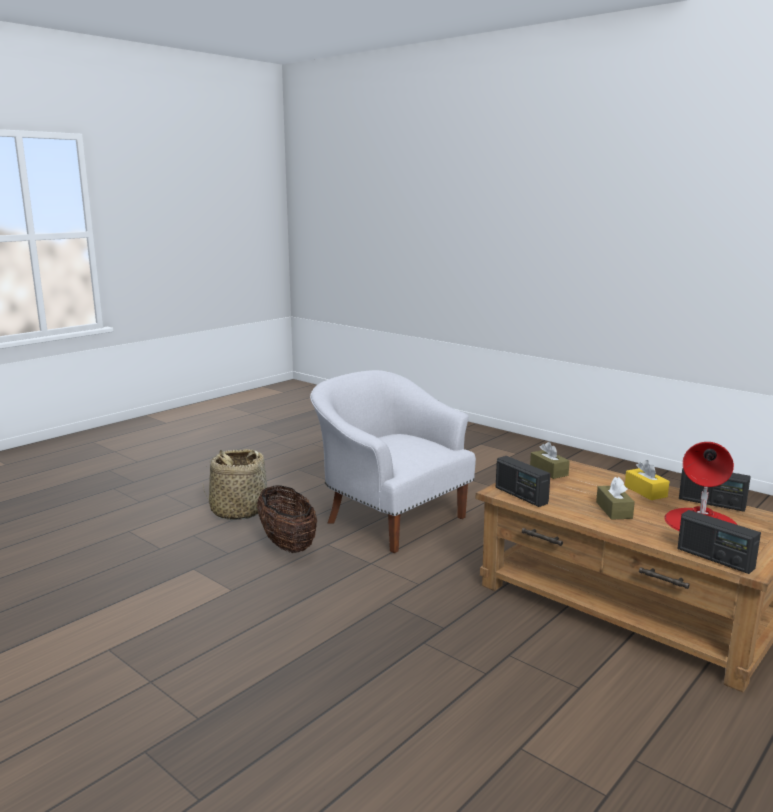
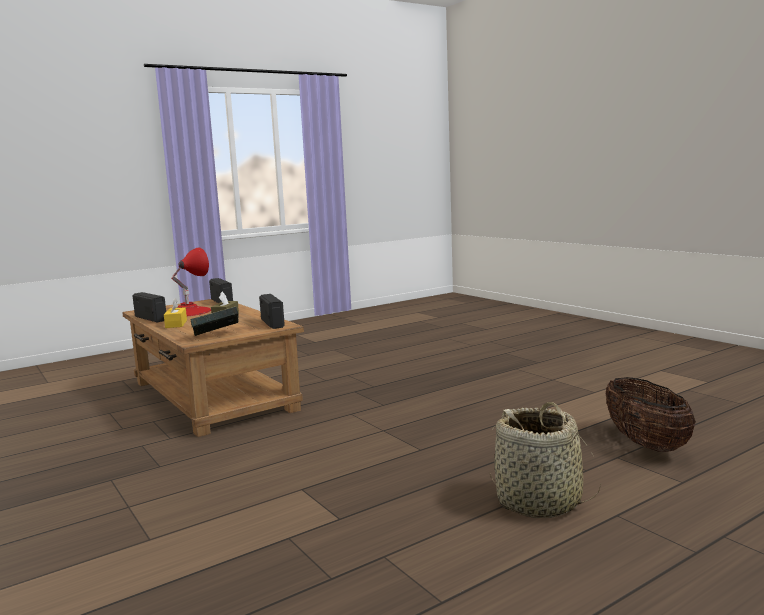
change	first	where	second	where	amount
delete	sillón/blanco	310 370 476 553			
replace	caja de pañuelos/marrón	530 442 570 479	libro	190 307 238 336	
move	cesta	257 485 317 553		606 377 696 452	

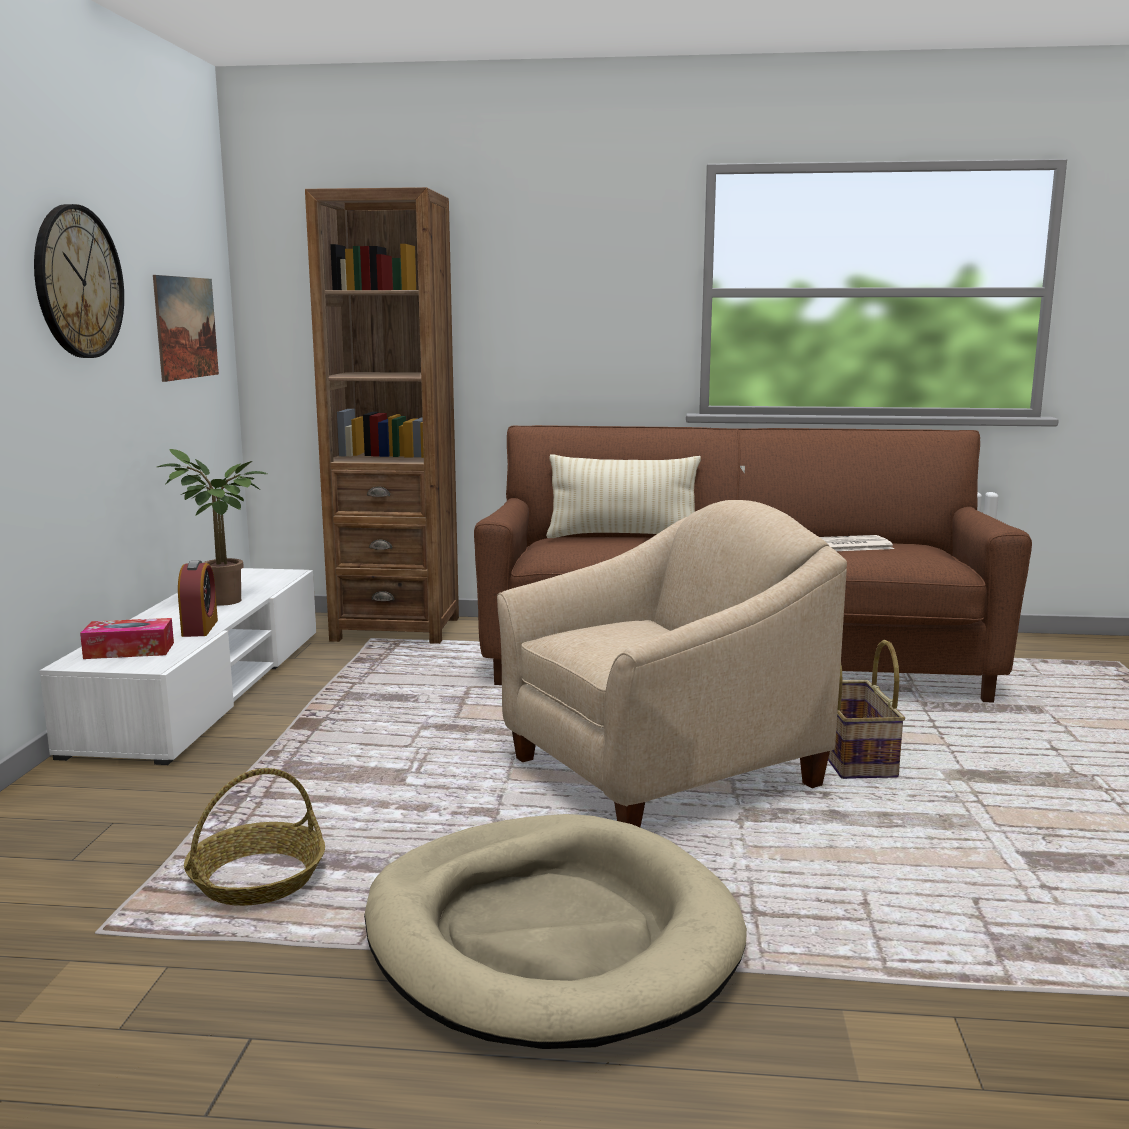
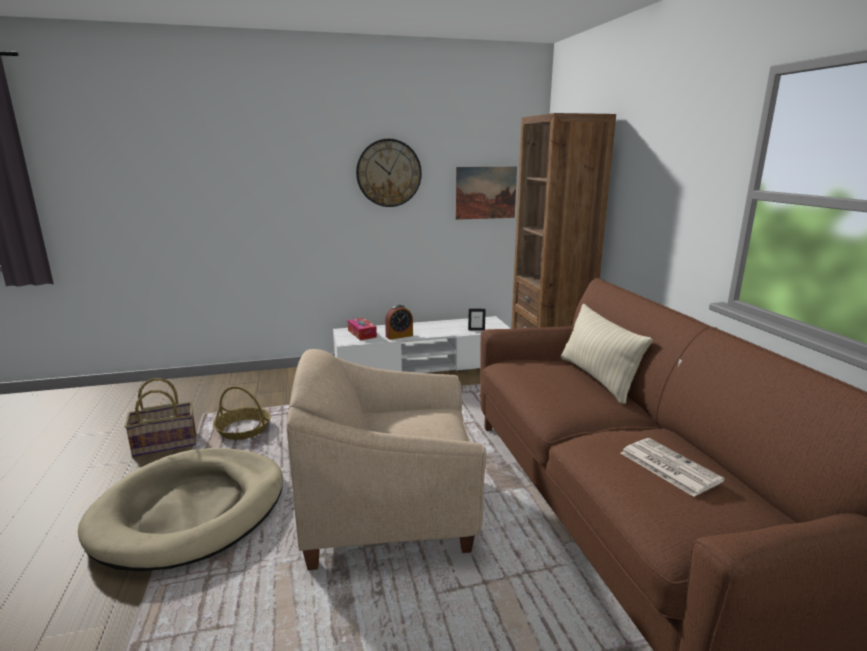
change	first	where	second	where	amount
delete	planta en maceta	157 449 267 605			
rotate	sillón/beis	497 500 847 827		287 349 487 570	135 degrees clockwise
move	cesta	828 640 905 779		125 378 196 457	
insert			portarretratos	468 308 486 330	

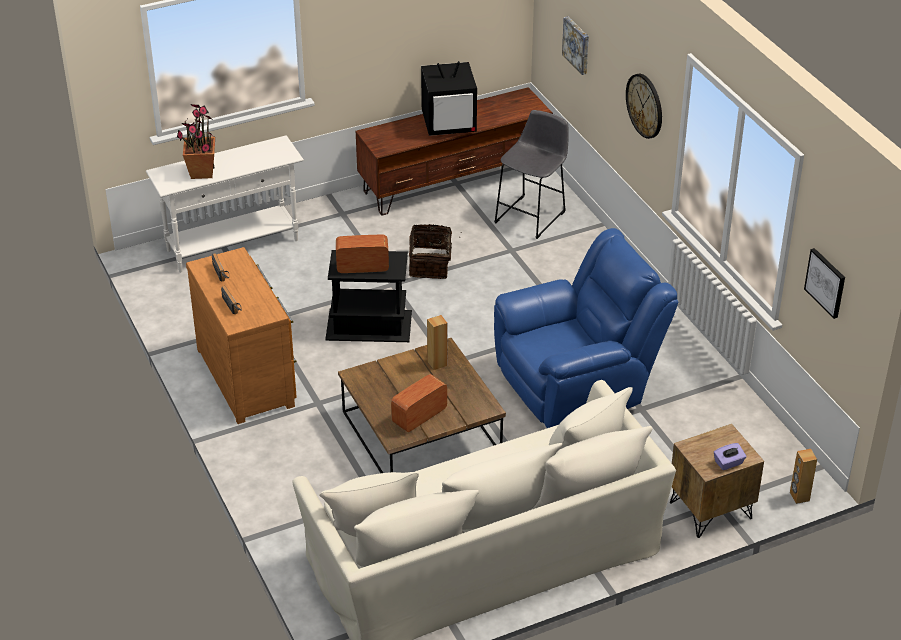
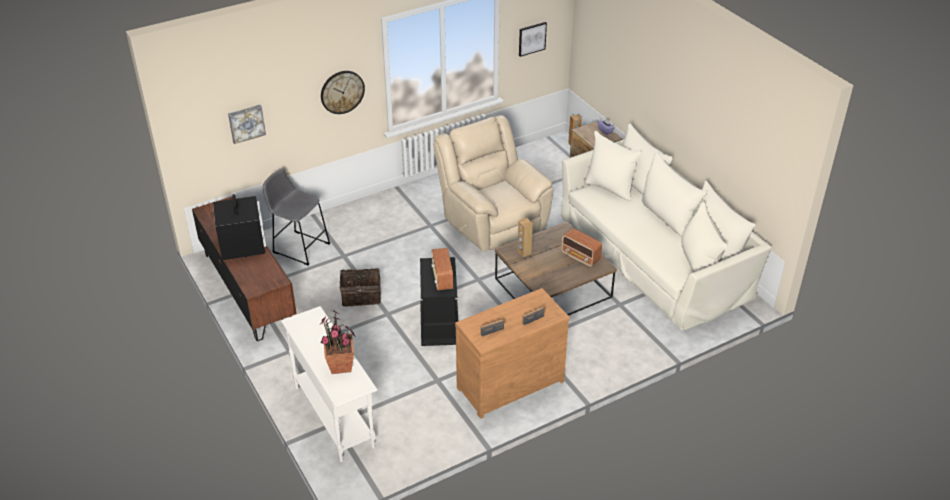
change	first	where	second	where	amount
recolor	sillón/azul	494 228 678 428	sillón/beis	433 115 553 251	

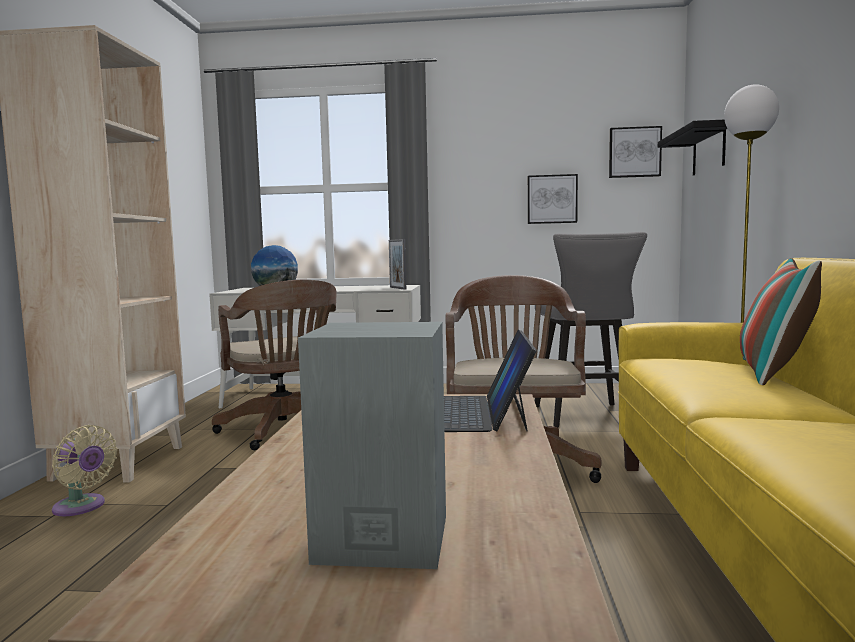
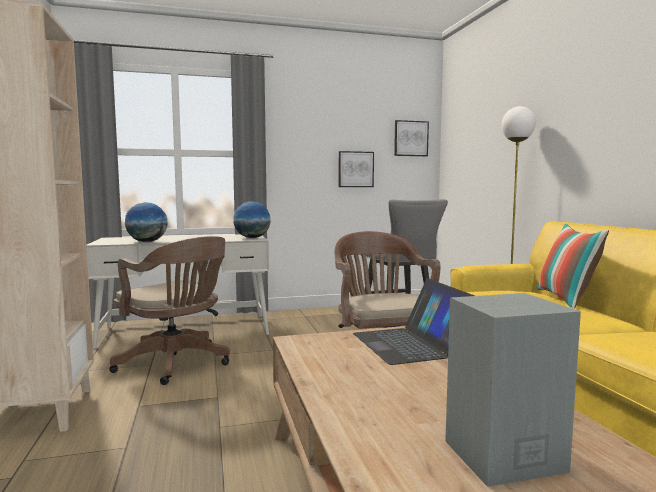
change	first	where	second	where	amount
delete	estante/negro	658 120 728 176			
replace	portarretratos	389 239 406 290	globo terráqueo	233 201 270 238	
delete	ventilador/beis	52 425 118 516			

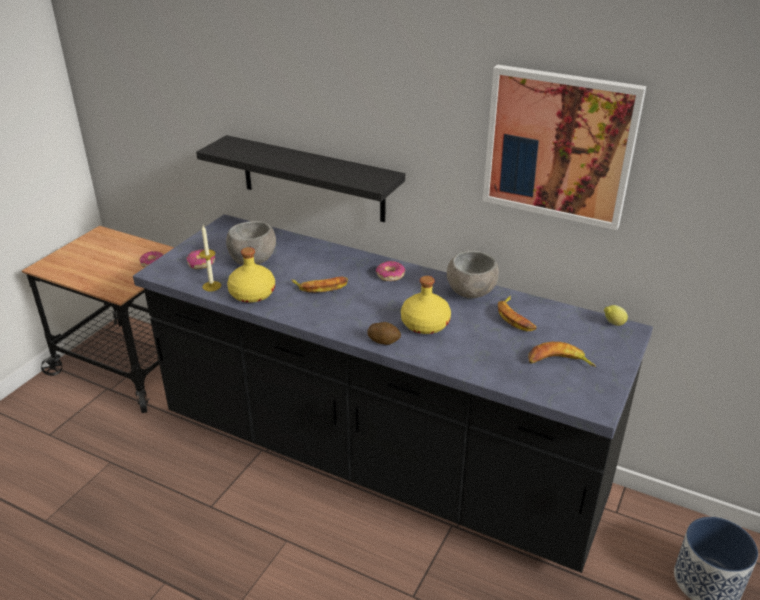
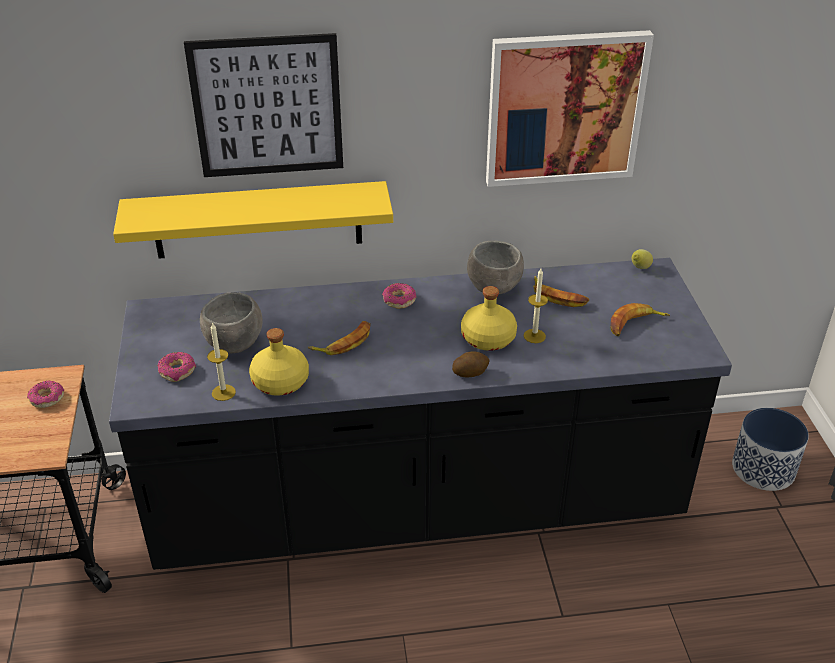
change	first	where	second	where	amount
recolor	estante/negro	196 135 405 222	estante/amarillo	113 181 393 259	
insert			cuadro	184 33 343 177	
insert			vela	524 269 548 343	

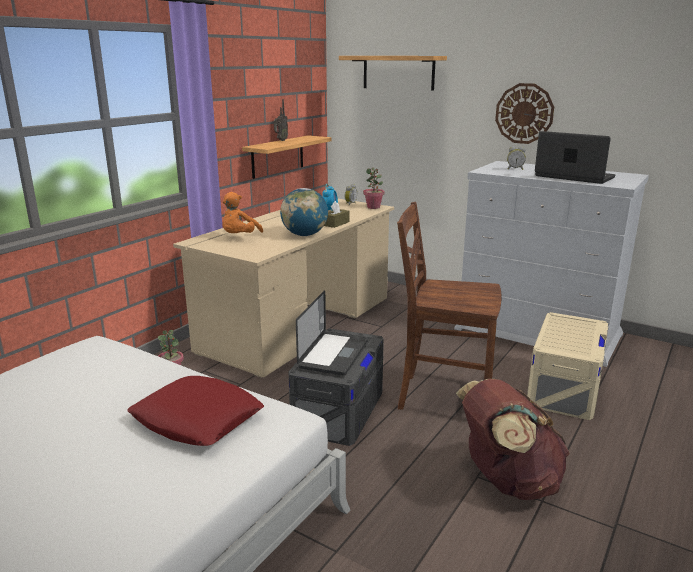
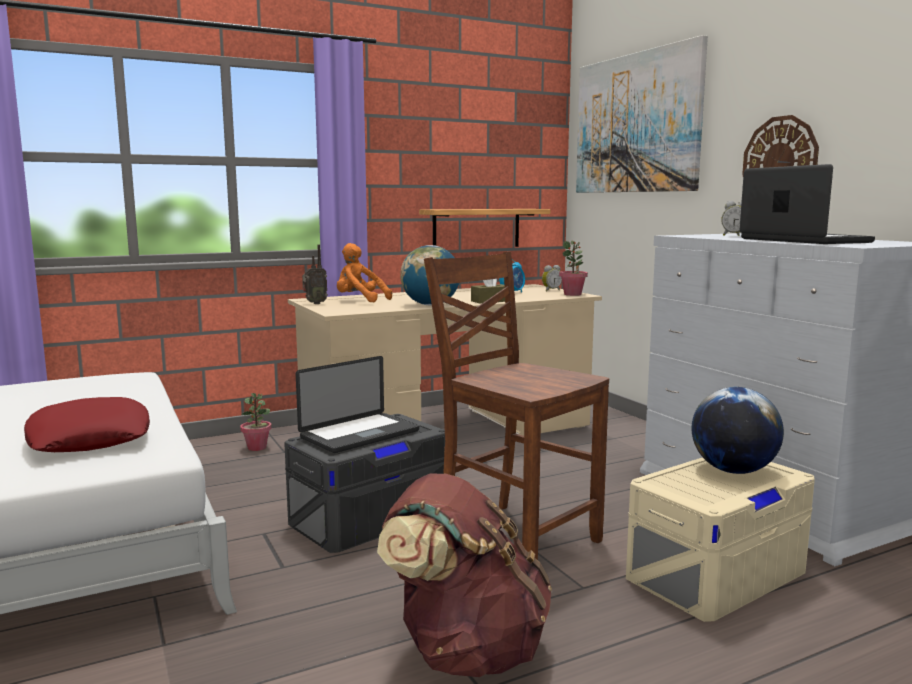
change	first	where	second	where	amount
replace	estante	339 56 447 90	cuadro	576 35 708 193	
move	radio	274 99 288 141		302 245 328 304	
rotate	peluche/naranja	223 192 263 233		337 243 392 302	60 degrees clockwise
insert			globo terráqueo	692 387 784 474	

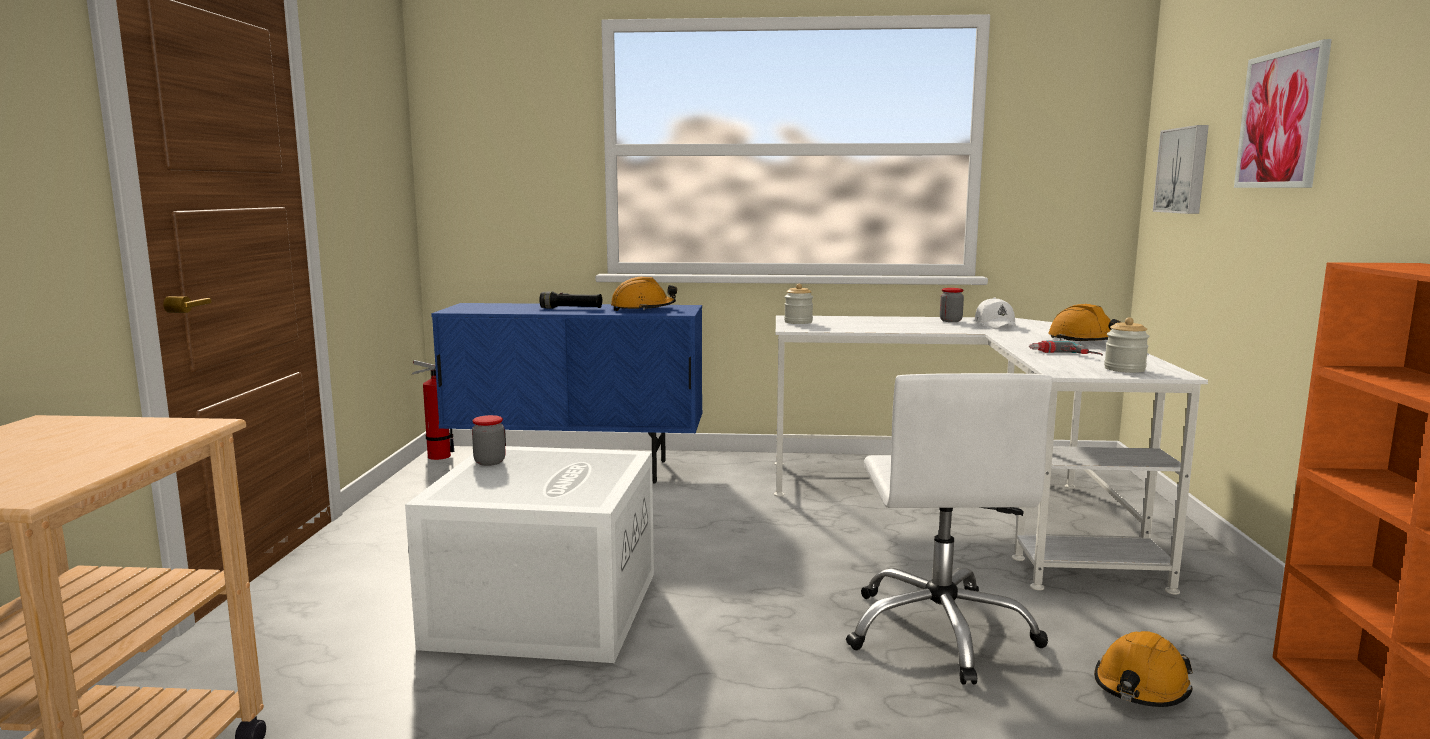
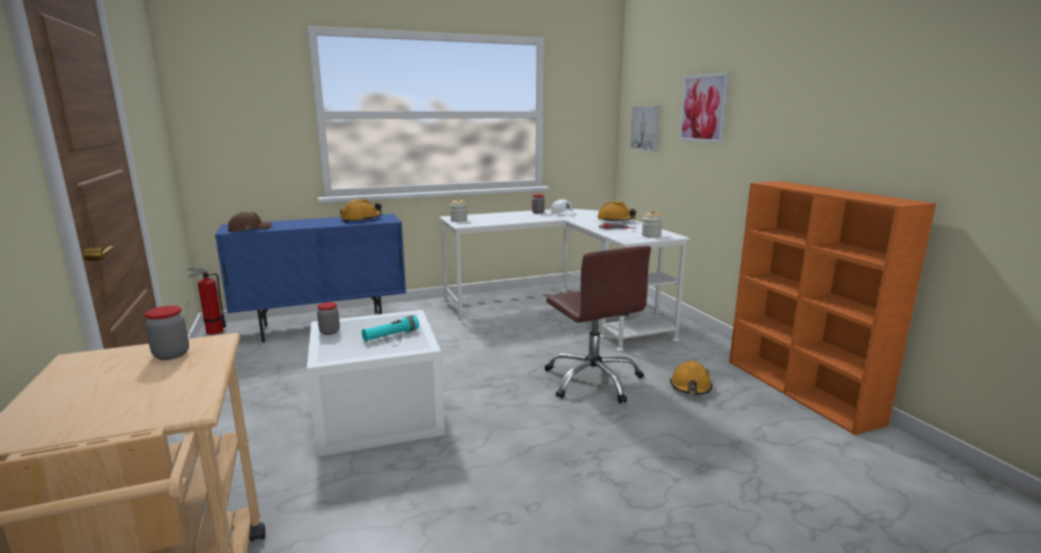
change	first	where	second	where	amount
delete	linterna/negro	539 291 602 309			
recolor	silla de oficina/blanco	846 373 1053 685	silla de oficina/marrón	544 246 651 404	
insert			gorra/marrón	228 212 272 232	
insert			tarro	144 306 189 360	
insert			linterna/turquesa	362 316 419 342	

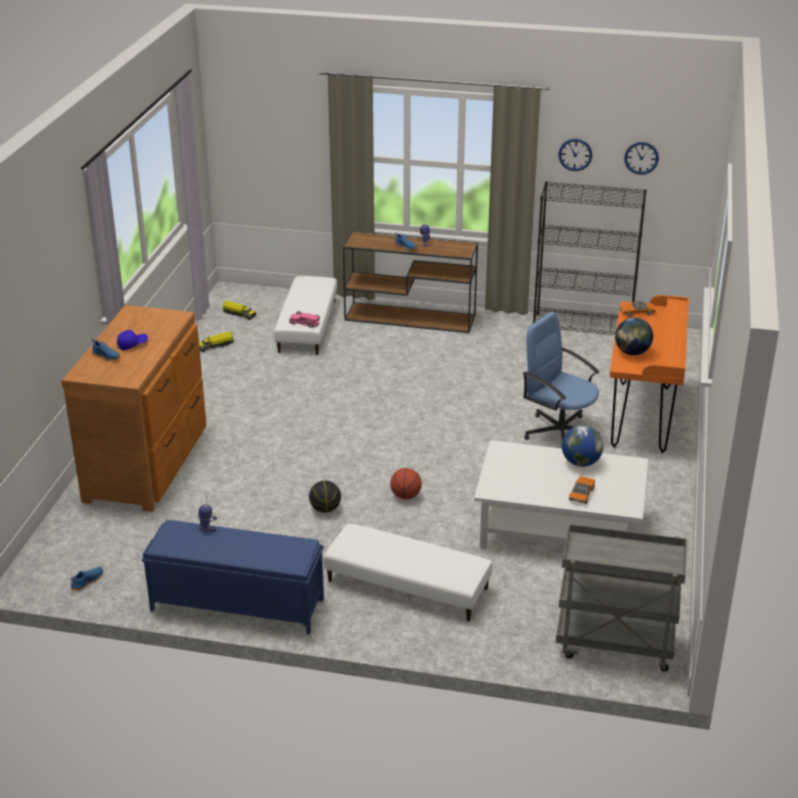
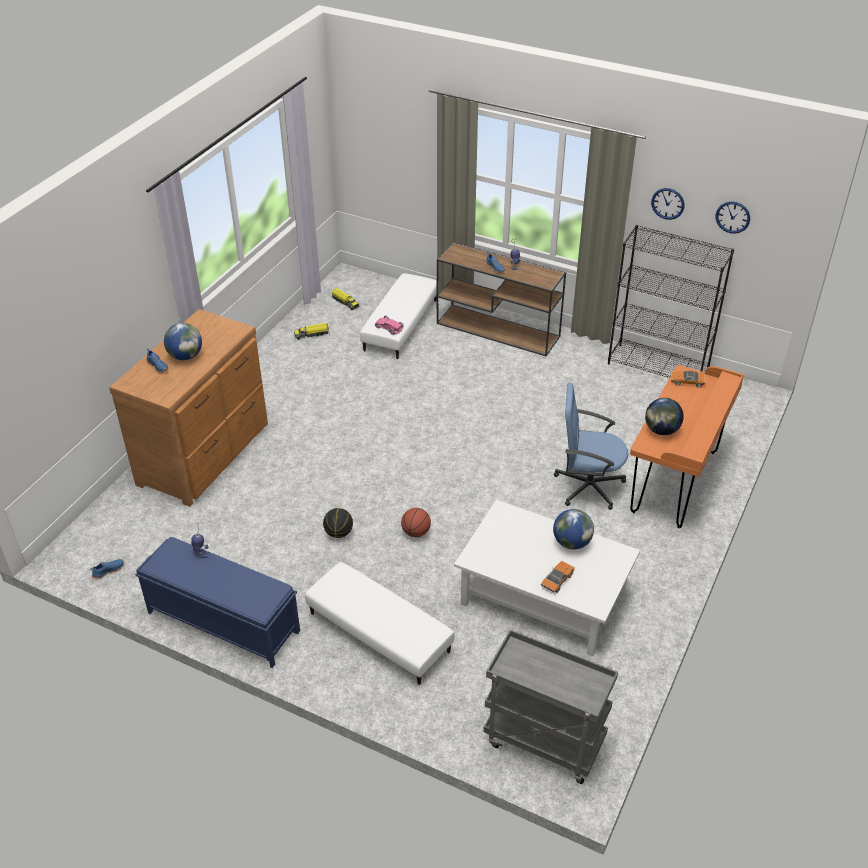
change	first	where	second	where	amount
rotate	silla de oficina/azul	523 312 600 440		554 383 628 510	45 degrees counterclockwise
replace	gorra/azul	117 330 148 350	globo terráqueo	164 323 202 360	

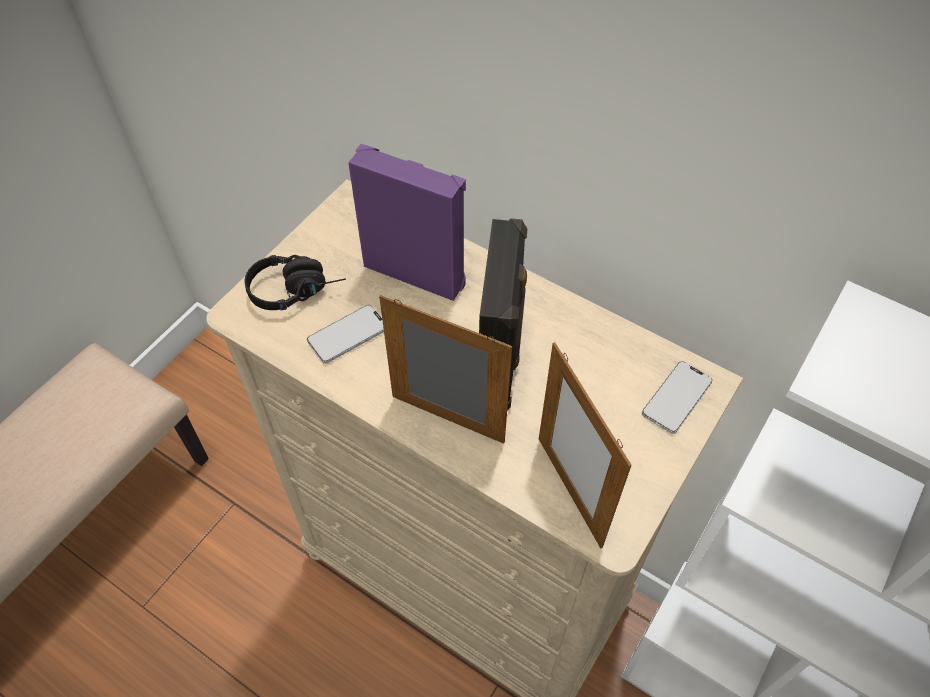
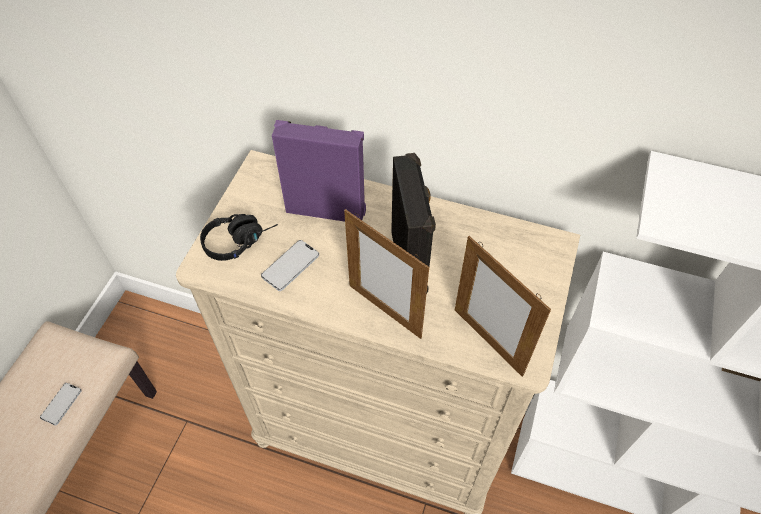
change	first	where	second	where	amount
rotate	portarretratos	379 295 512 444		344 209 429 339	150 degrees counterclockwise
move	móvil	642 361 713 434		40 383 82 426	

